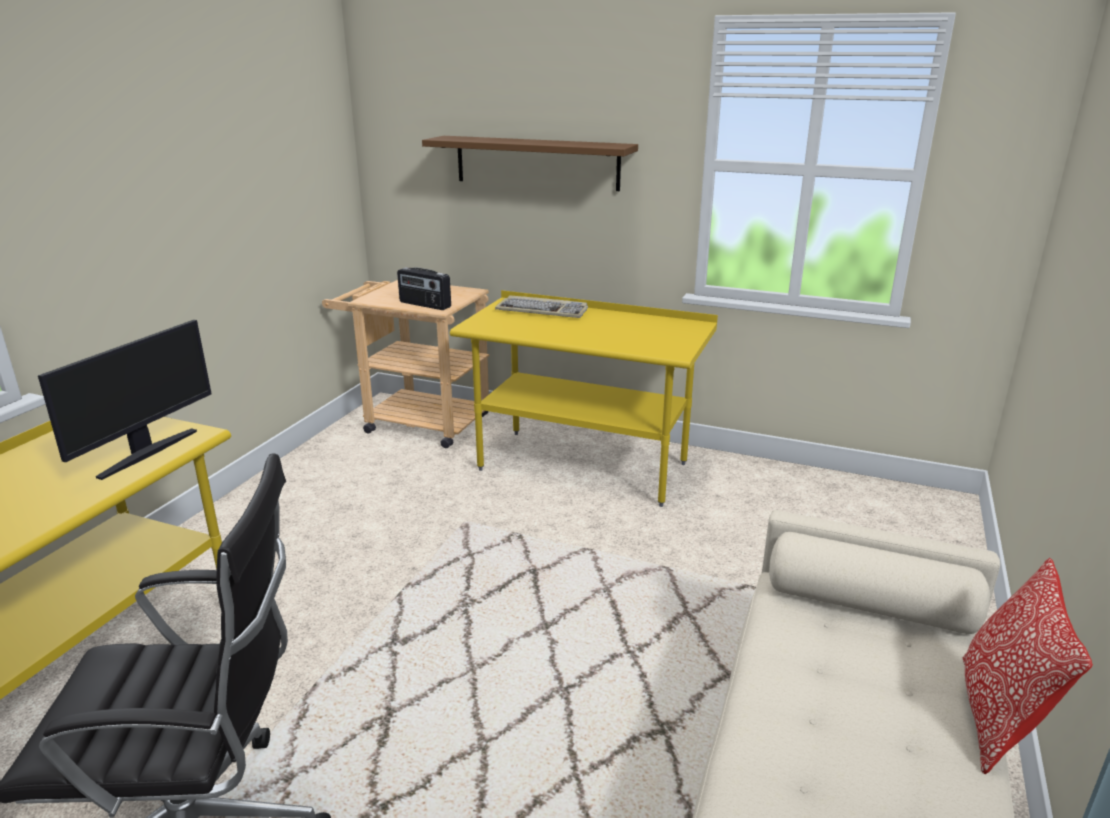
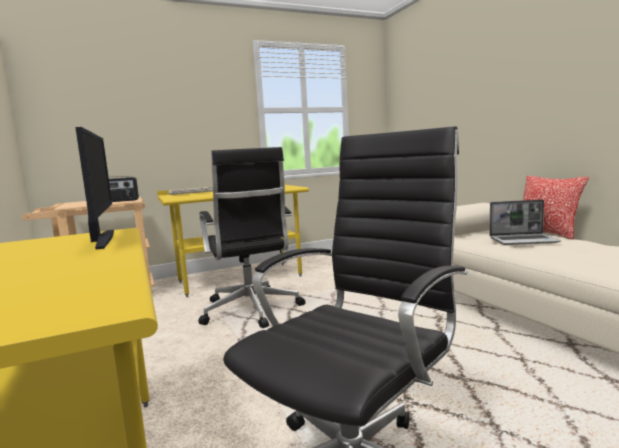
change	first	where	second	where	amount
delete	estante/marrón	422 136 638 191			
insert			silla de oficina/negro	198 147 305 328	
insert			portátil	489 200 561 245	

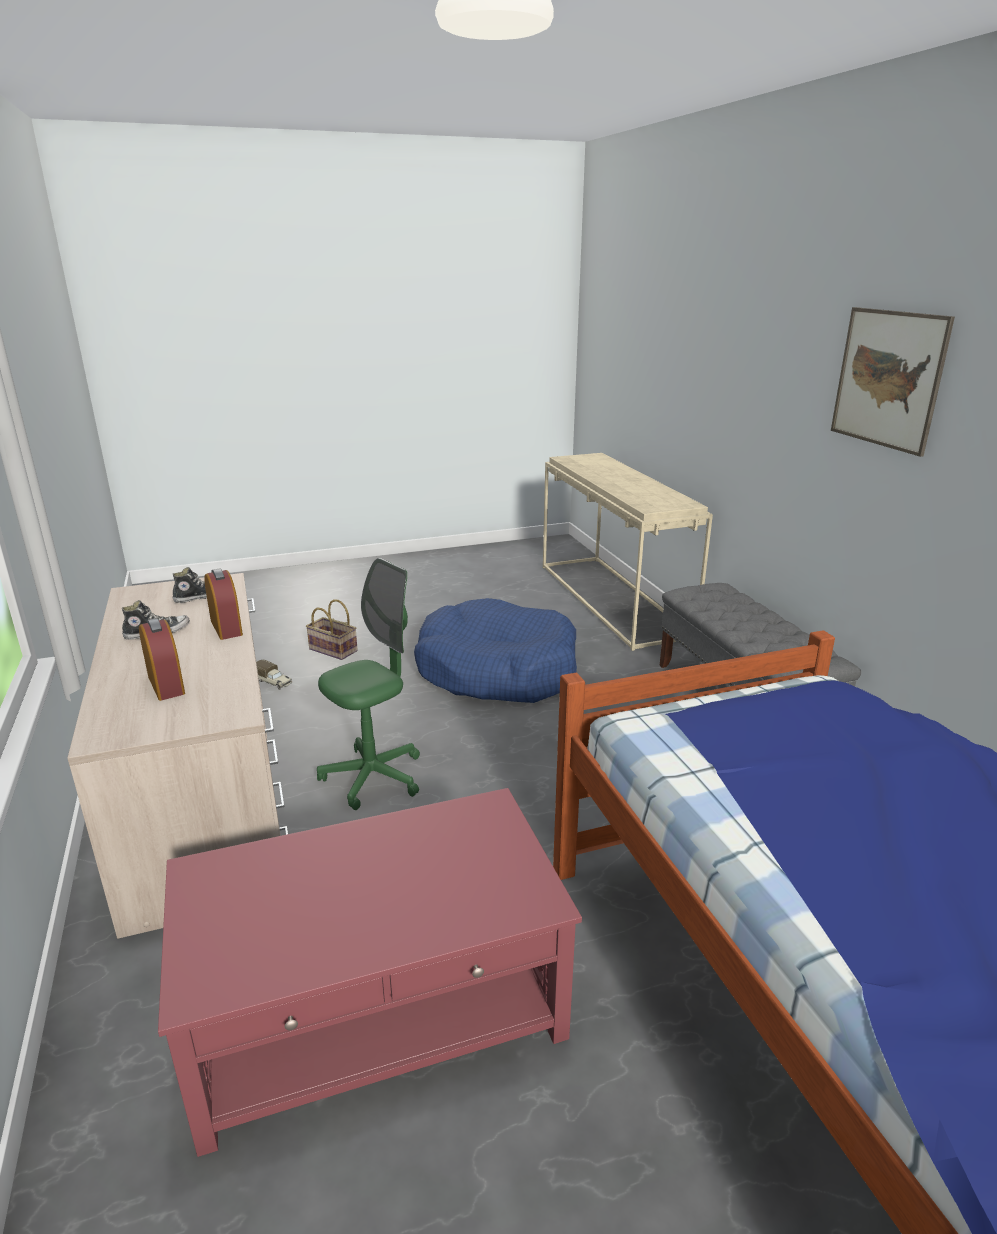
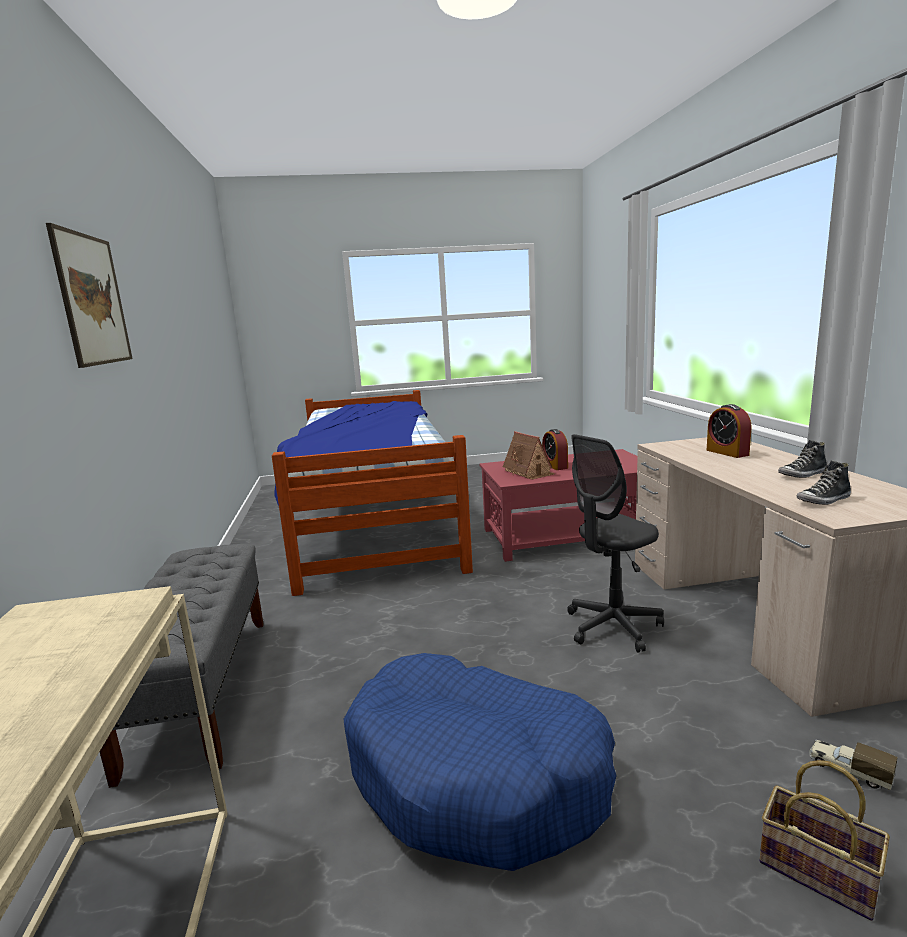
change	first	where	second	where	amount
recolor	silla de oficina/verde	317 558 420 810	silla de oficina/gris	567 434 664 653	
move	despertador	204 568 243 640		542 429 568 470	
insert			casita	503 431 555 480	

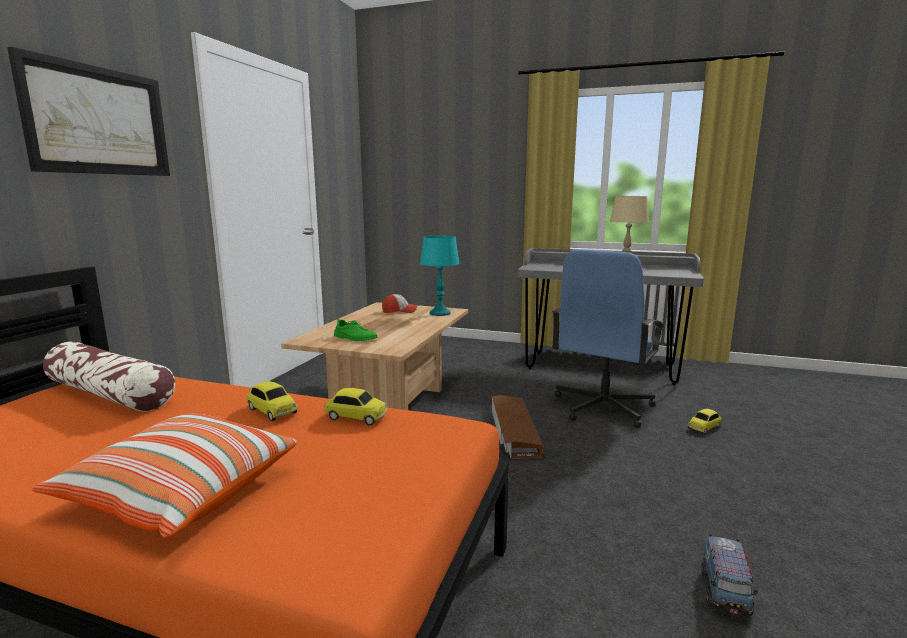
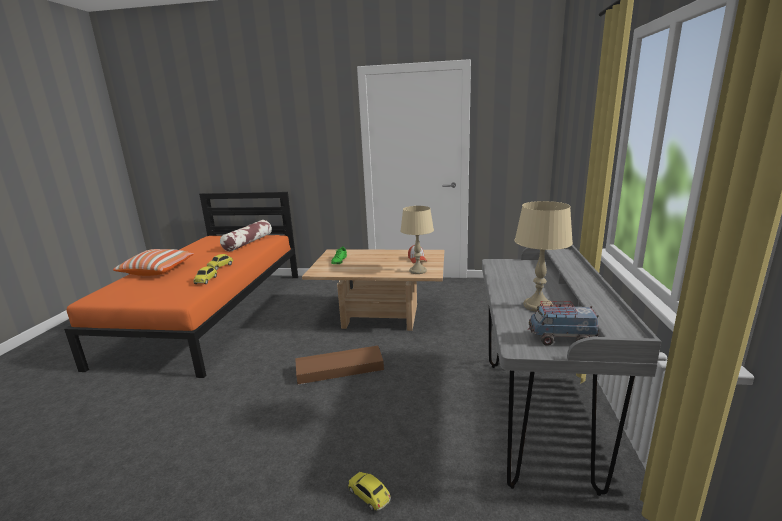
change	first	where	second	where	amount
delete	cuadro	7 47 170 176			
recolor	lámpara de mesa/turquesa	420 236 460 316	lámpara de mesa/beis	400 206 434 274	
delete	silla de oficina/azul	552 249 664 428			
move	camión de juguete	701 534 758 616		529 301 599 346	

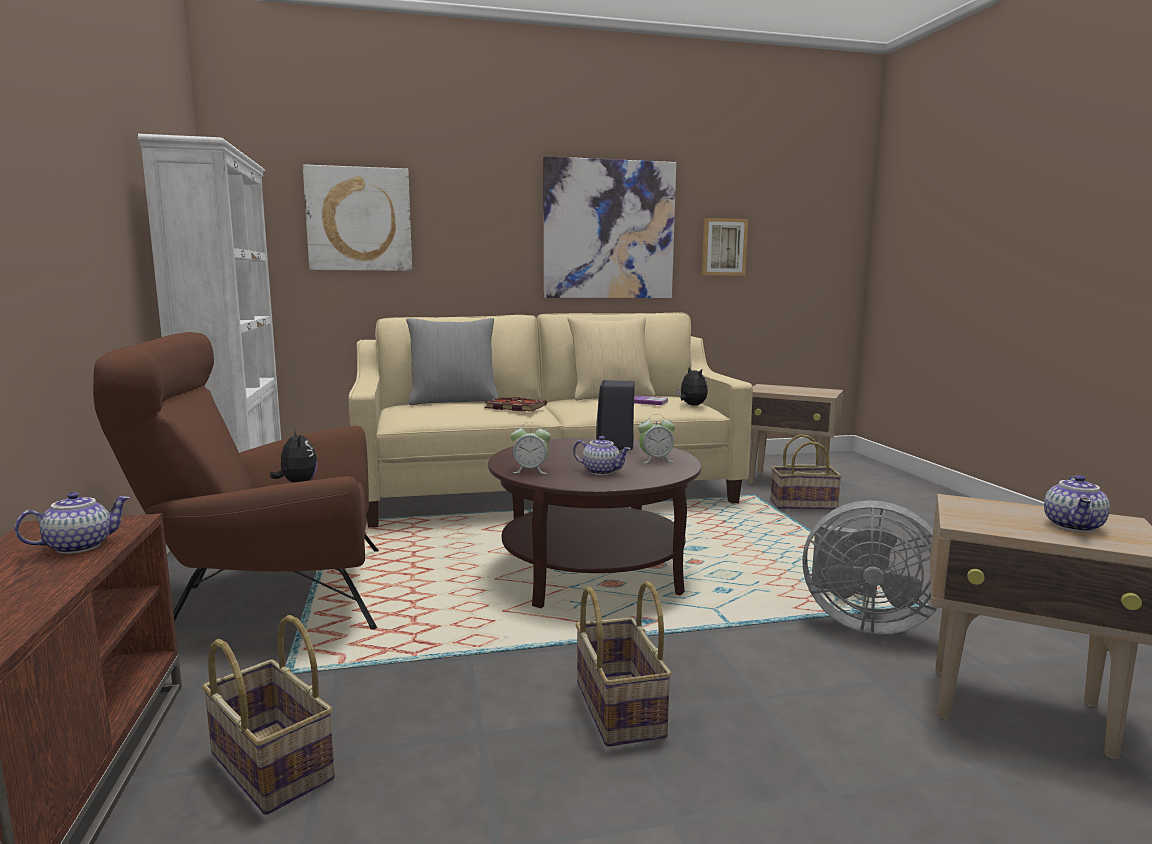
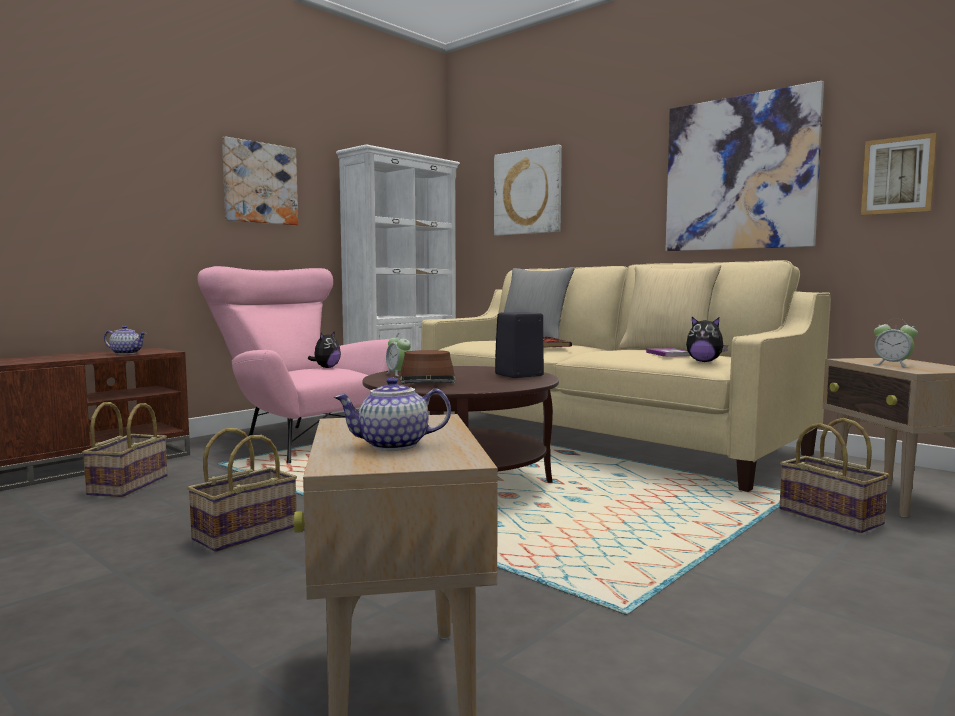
change	first	where	second	where	amount
recolor	sillón/marrón	93 332 379 630	sillón/rosa	198 266 390 463	
rotate	peluche	677 366 708 406		686 317 728 362	90 degrees clockwise
move	despertador	638 414 675 463		873 319 918 368	
replace	tetera	573 436 631 475	sombrero/marrón	399 350 455 384	
delete	ventilador/gris	802 500 938 634			
insert			cuadro	222 137 298 225	

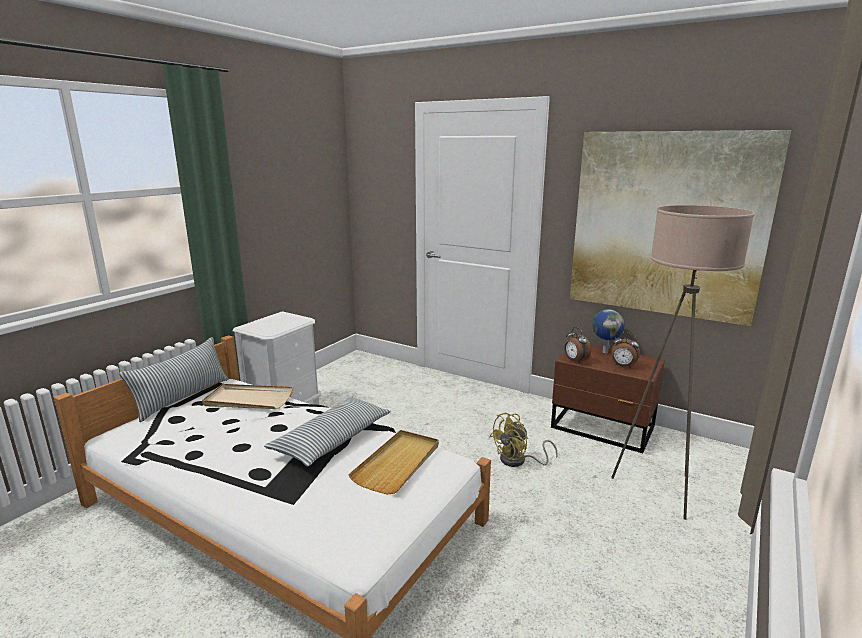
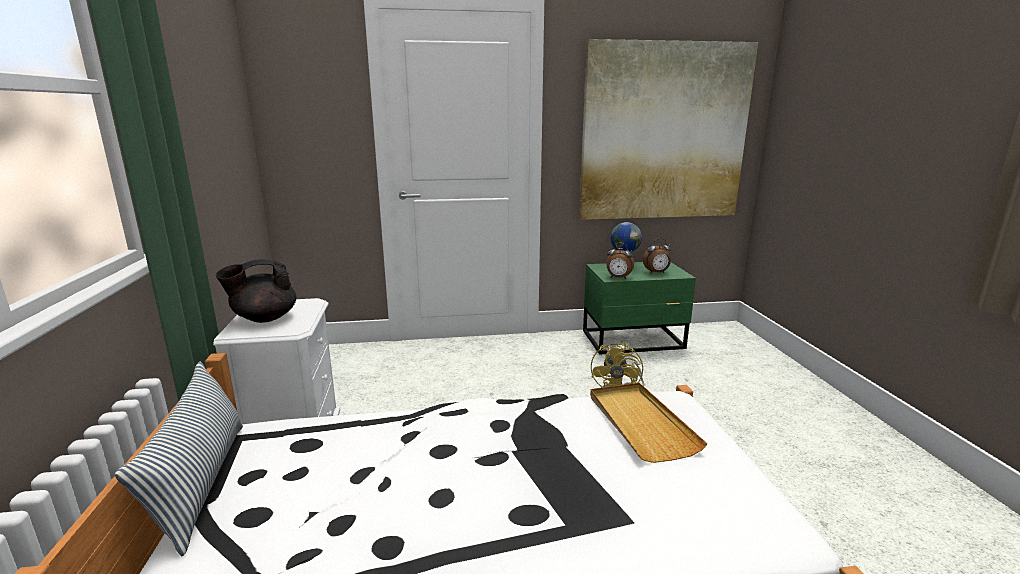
change	first	where	second	where	amount
delete	lámpara de pie/beis	611 205 754 520			
recolor	mesita de noche/marrón	551 345 665 453	mesita de noche/verde	583 262 696 355	
delete	bandeja/beis	202 384 293 409			
delete	cojín	264 397 391 467			
insert			tetera/negro	216 259 296 323	

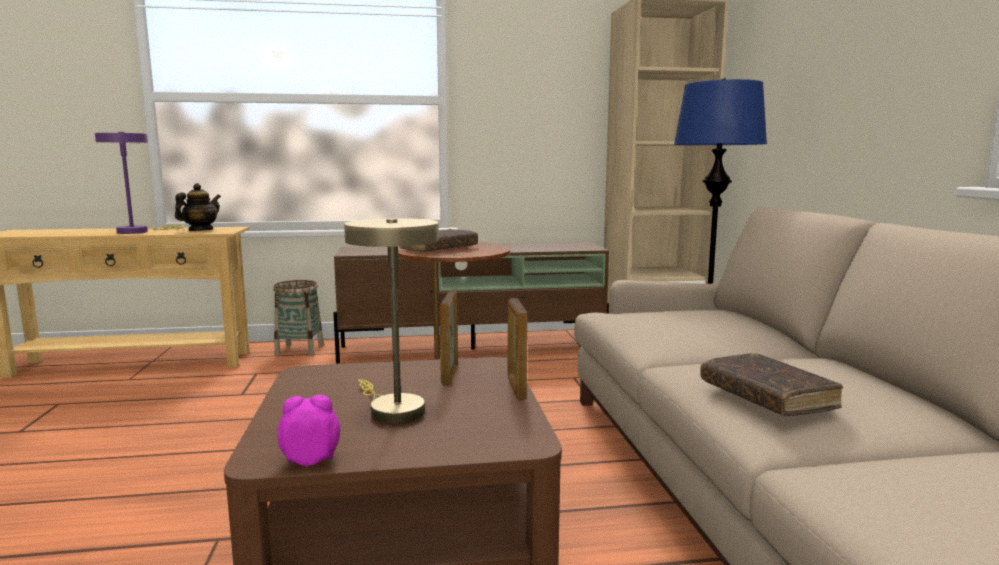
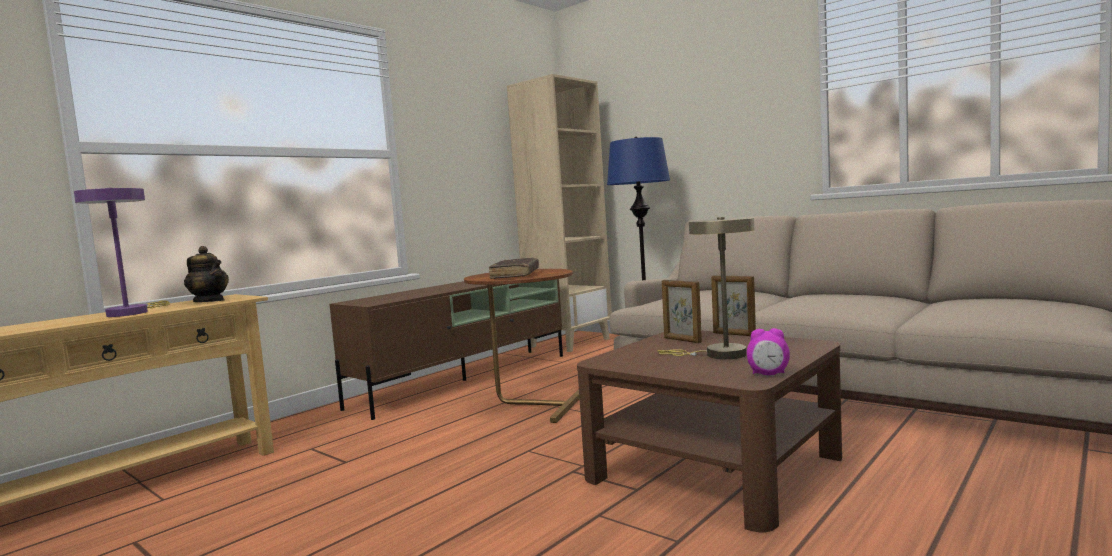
change	first	where	second	where	amount
rotate	tetera	175 183 221 231		184 246 229 302	135 degrees clockwise
delete	cesta	273 280 324 356			
delete	libro/marrón	700 353 843 416			
rotate	despertador	277 395 340 466		747 328 790 375	120 degrees counterclockwise

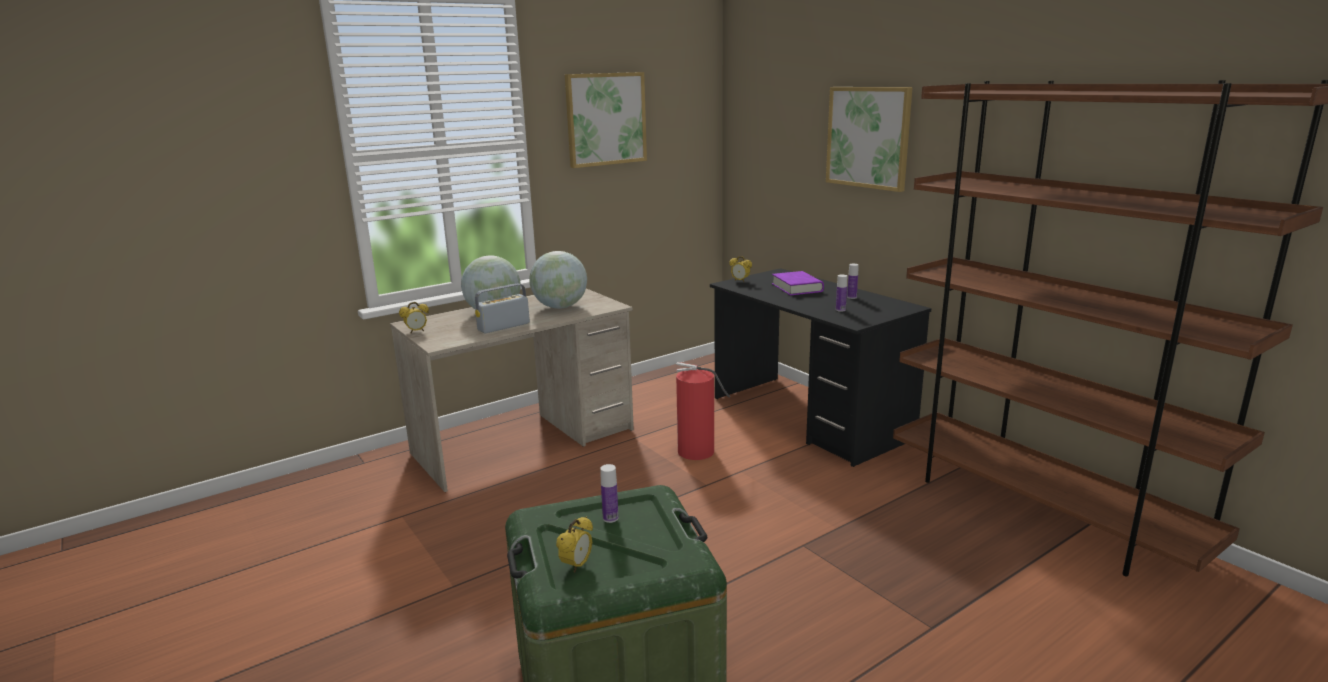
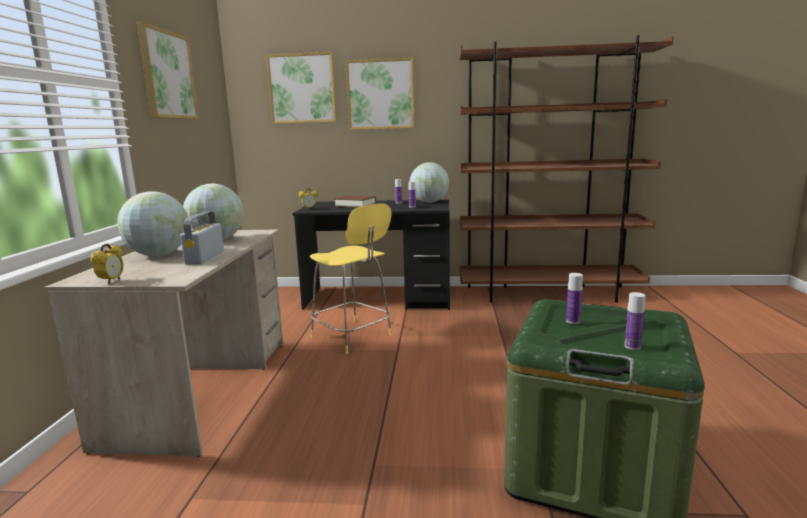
change	first	where	second	where	amount
recolor	libro/morado	772 271 824 295	libro/marrón	334 195 376 208	
replace	extintor	676 362 730 460	taburete/amarillo	310 203 392 354	
replace	despertador	556 516 593 573	botella	624 292 646 350	
insert			cuadro	266 52 337 124	
insert			globo terráqueo	410 162 449 203	

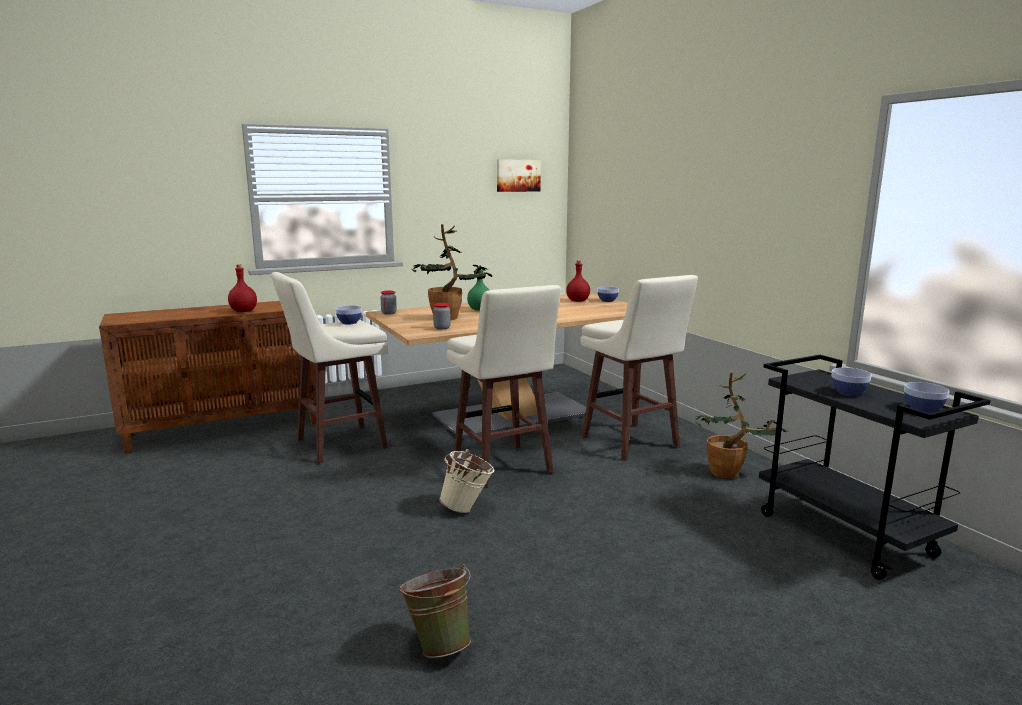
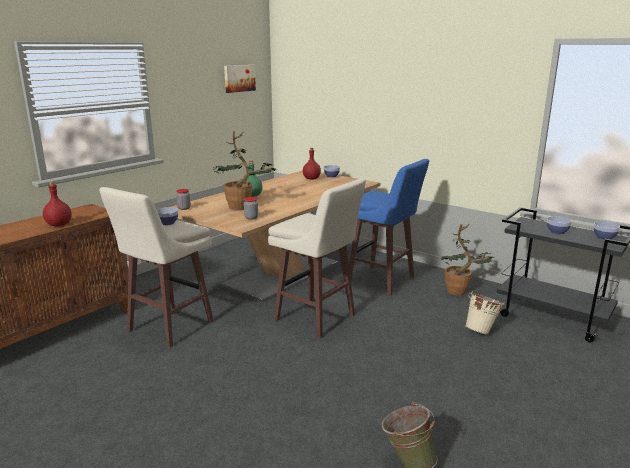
change	first	where	second	where	amount
recolor	taburete/beis	580 275 698 461	taburete/azul	349 159 429 296	
move	cubo/beis	439 449 495 513		465 291 505 335	

